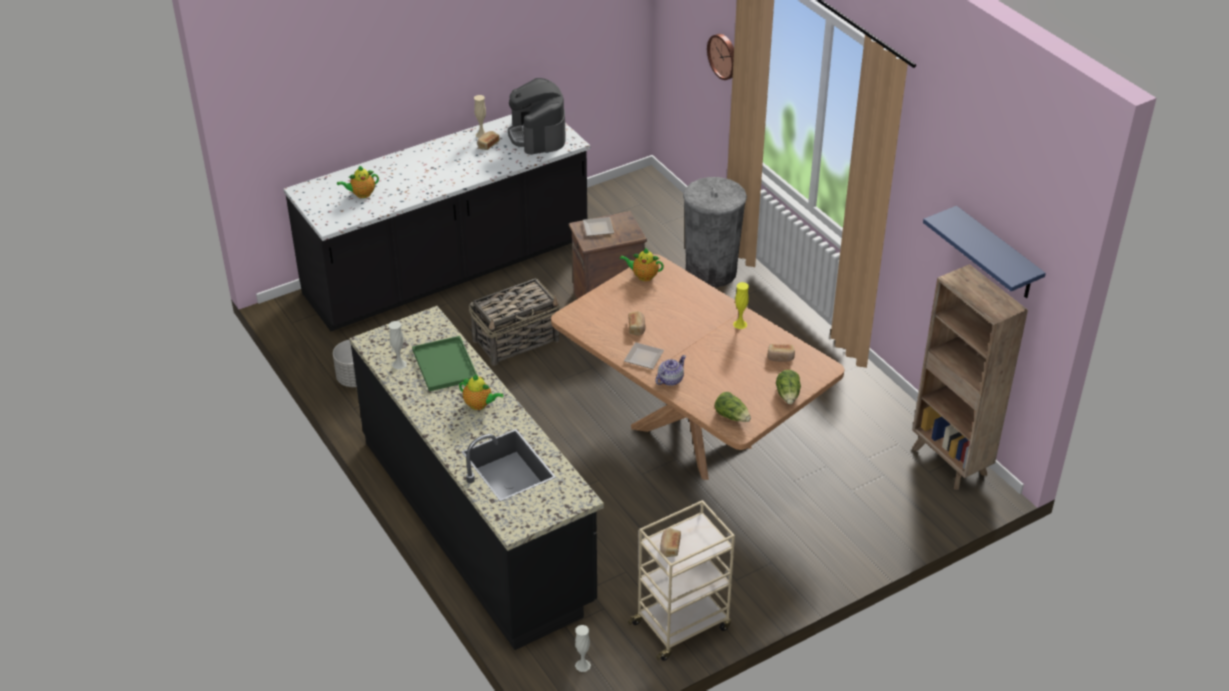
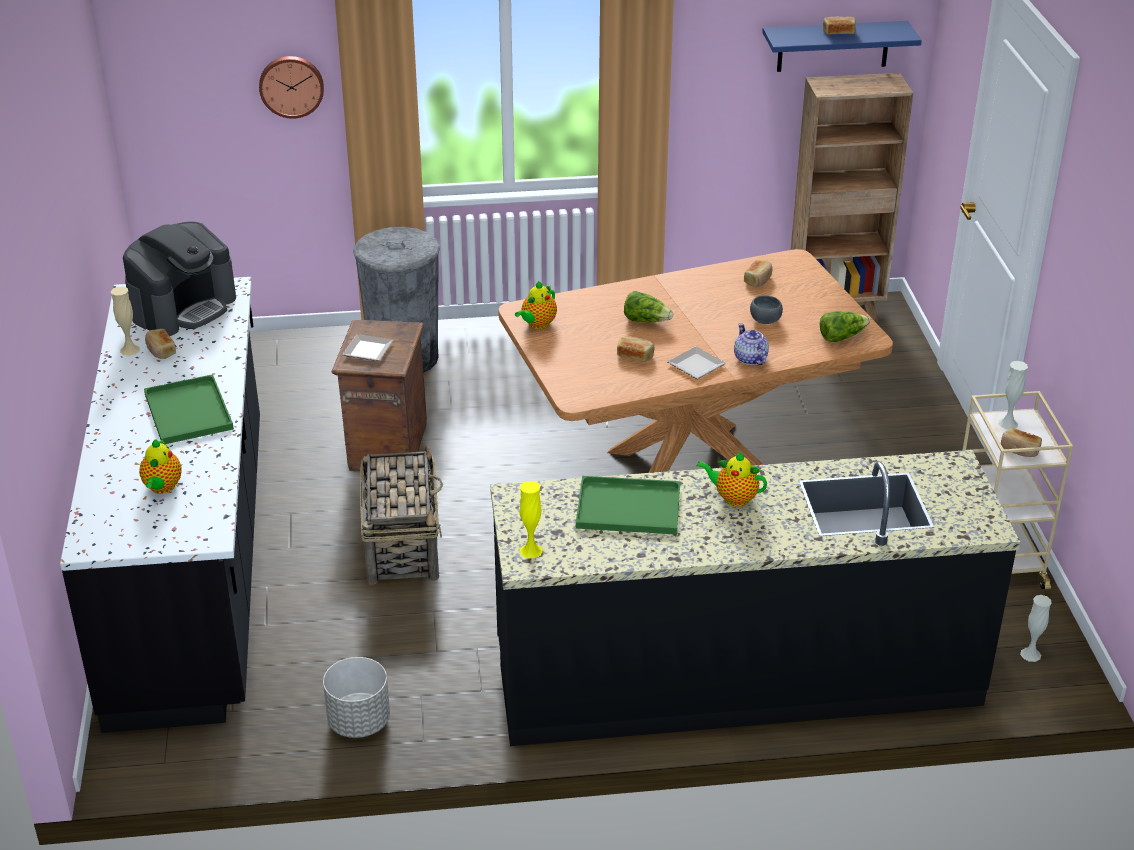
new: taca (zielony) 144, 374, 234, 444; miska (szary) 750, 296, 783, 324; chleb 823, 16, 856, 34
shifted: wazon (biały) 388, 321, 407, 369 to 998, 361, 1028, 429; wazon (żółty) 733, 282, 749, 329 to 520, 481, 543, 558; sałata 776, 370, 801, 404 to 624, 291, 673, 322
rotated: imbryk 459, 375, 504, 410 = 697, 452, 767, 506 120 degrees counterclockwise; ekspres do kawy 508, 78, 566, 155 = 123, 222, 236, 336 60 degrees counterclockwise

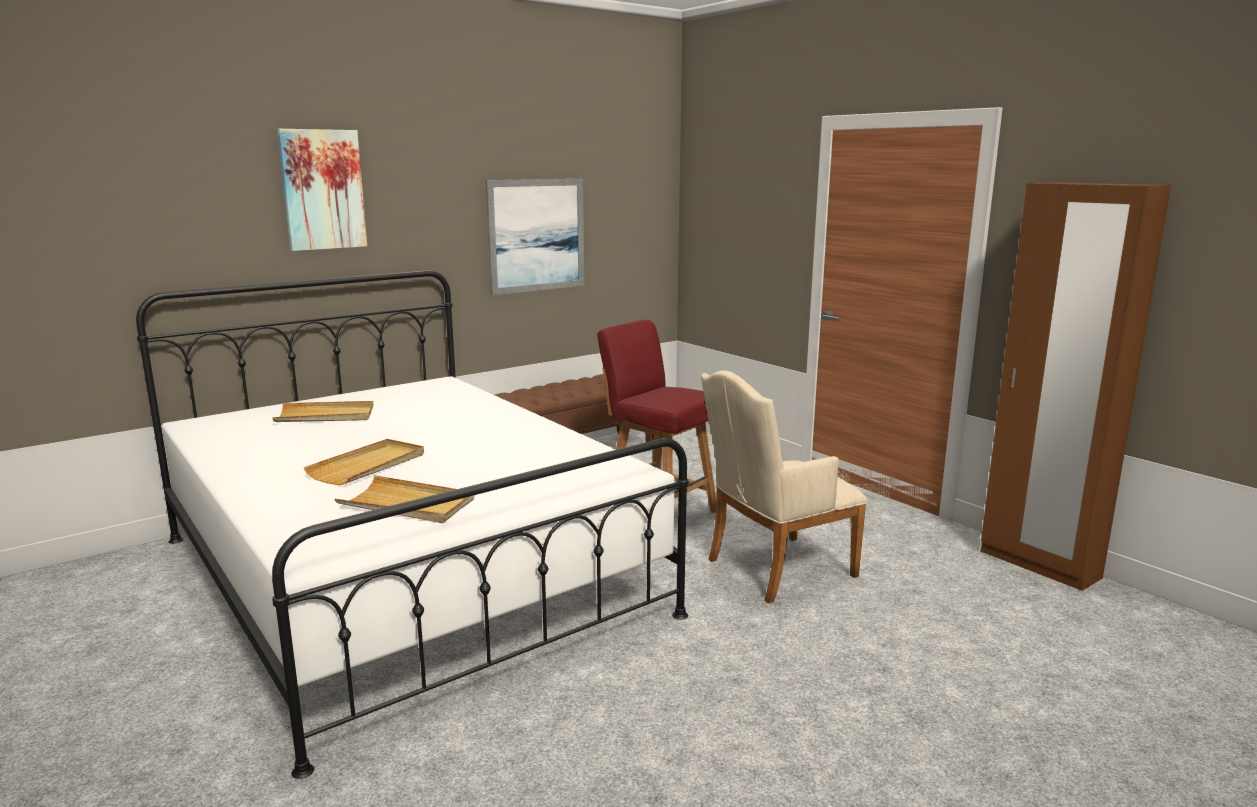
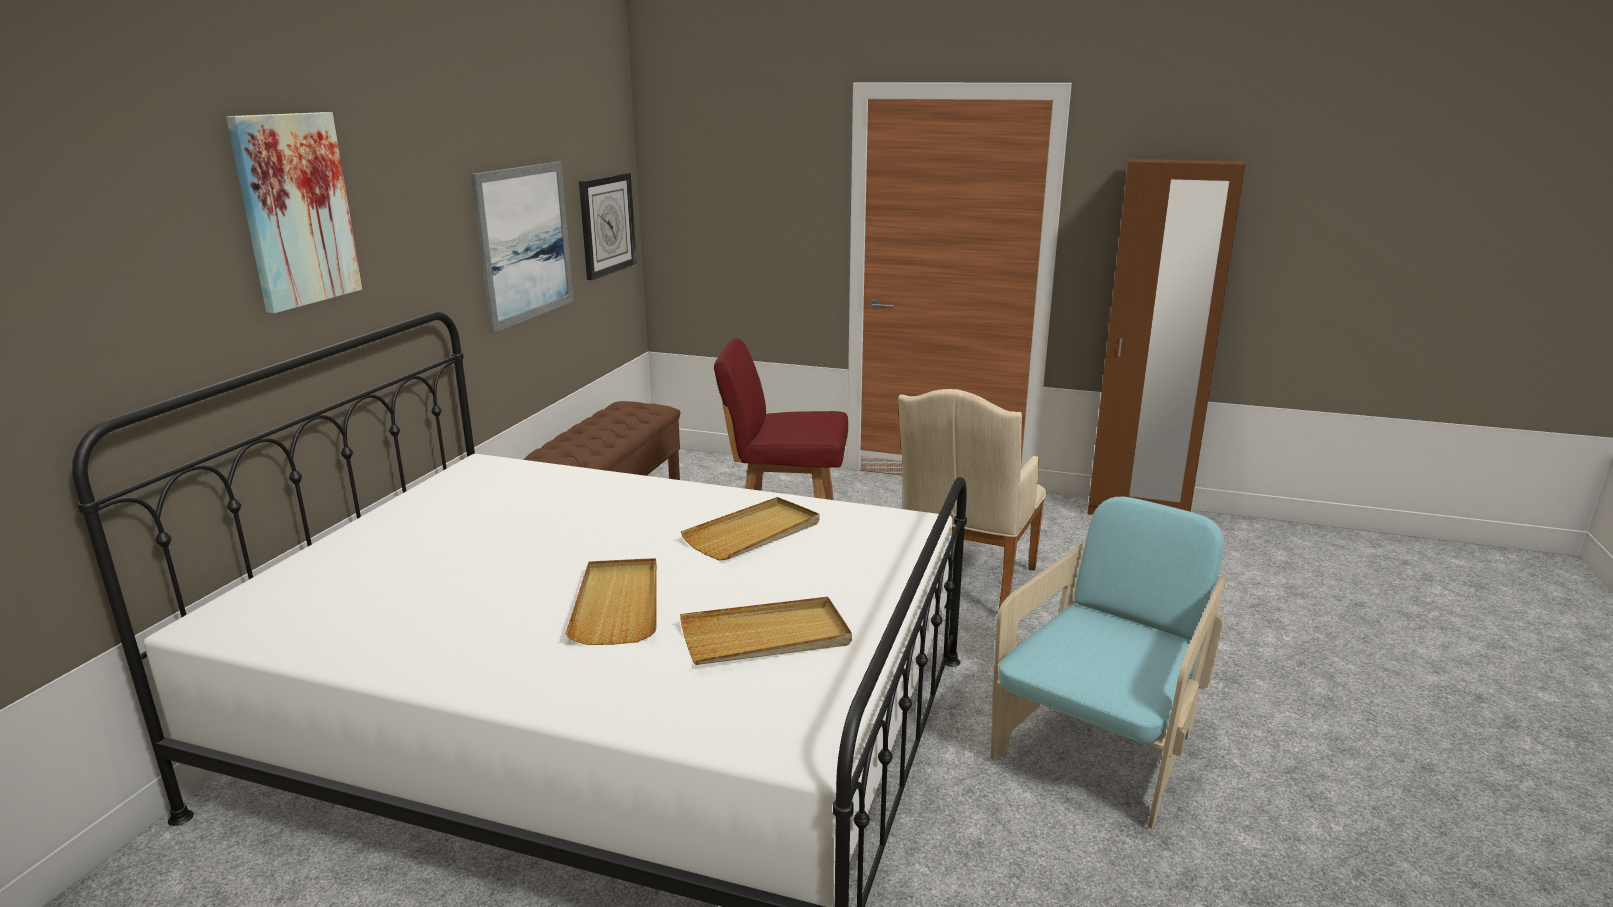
new: zegar ścienny 579, 173, 636, 280; fotel (turkusowy) 990, 497, 1225, 829
shifted: taca (beżowy) 272, 401, 373, 422 to 681, 497, 819, 561

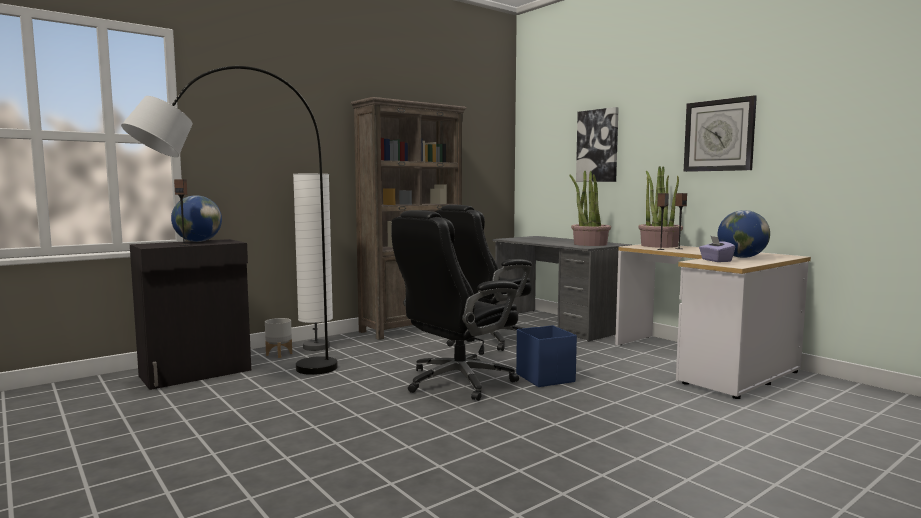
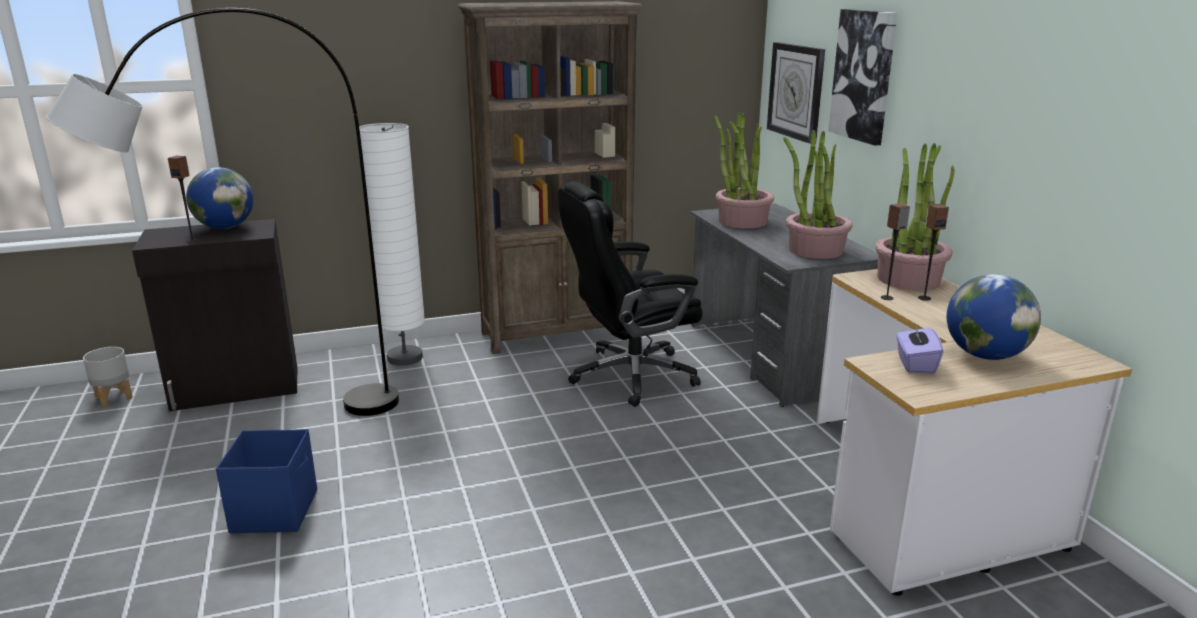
gone: krzesło biurowe (czarny) 391, 210, 519, 401
new: roślina doniczkowa 714, 112, 774, 229
shifted: donica (szary) 265, 318, 292, 358 to 83, 347, 133, 407; pojemnik do przechowywania (niebieski) 516, 325, 577, 387 to 216, 429, 317, 533; zegar ścienny 684, 95, 757, 172 to 767, 42, 825, 144

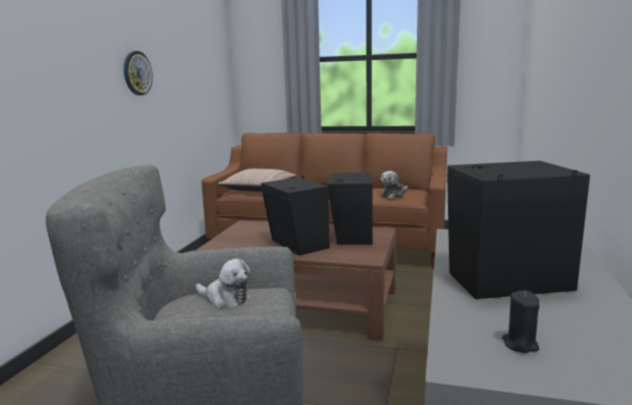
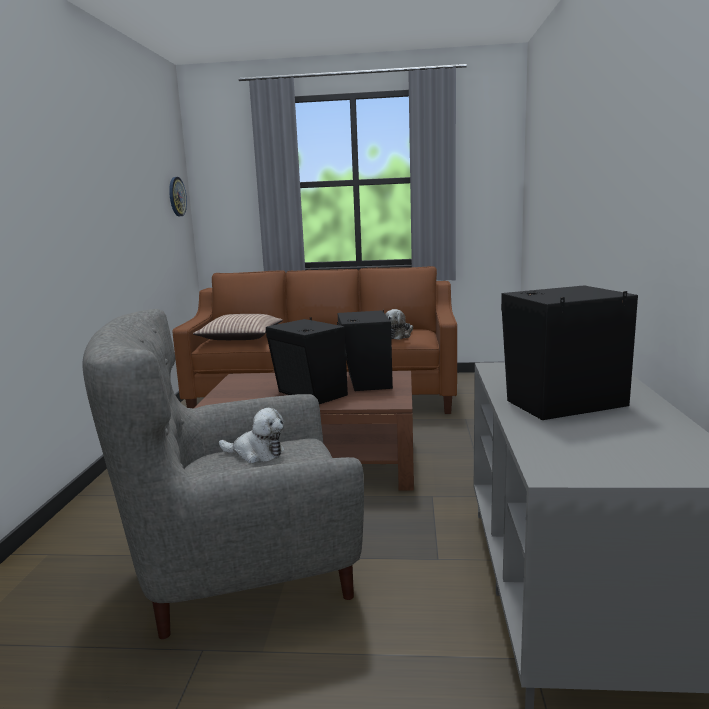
gone: świeca (czarny) 502, 290, 540, 353
shifted: zegar ścienny 124, 51, 153, 95 to 169, 177, 187, 216

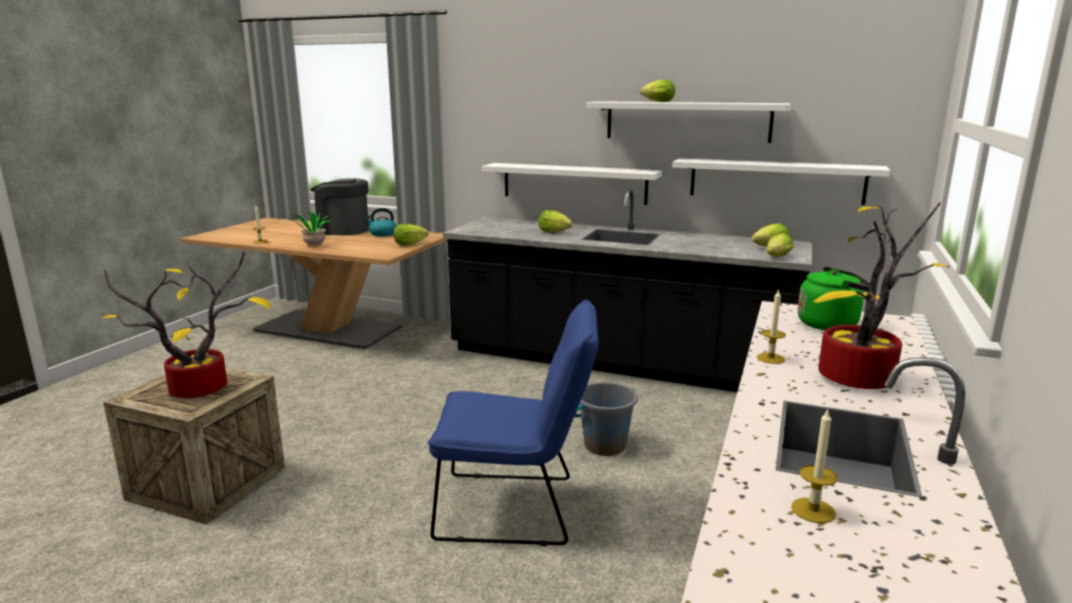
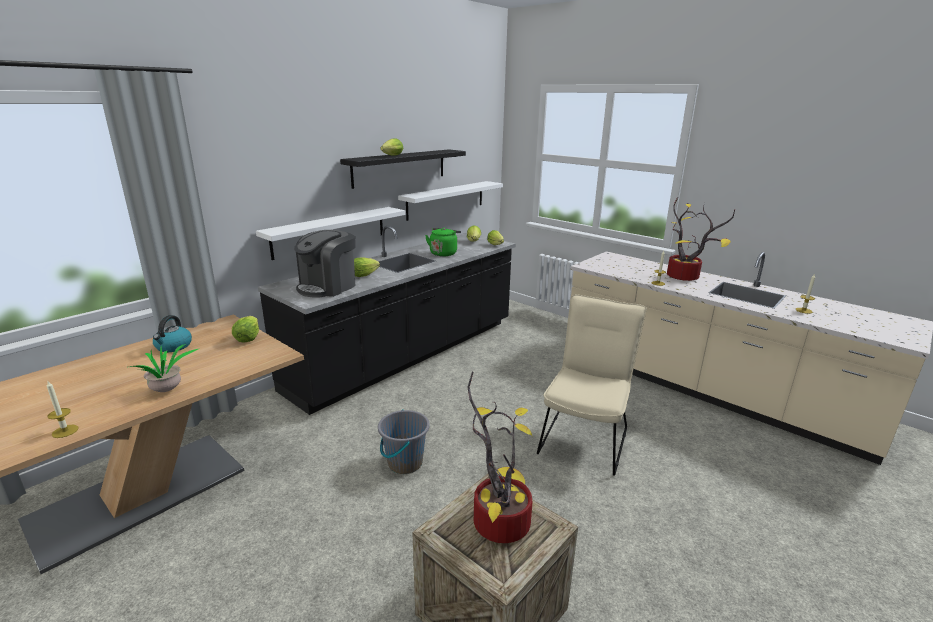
shifted: ekspres do kawy 310, 178, 369, 235 to 294, 230, 356, 298; wiadro (szary) 574, 382, 638, 456 to 378, 409, 430, 474; czajnik (zielony) 798, 267, 870, 330 to 425, 228, 461, 256
repainted: krzesło (niebieski) 428, 300, 599, 546 to krzesło (beżowy) 537, 294, 647, 476; półka (biały) 586, 101, 790, 143 to półka (czarny) 340, 149, 466, 189

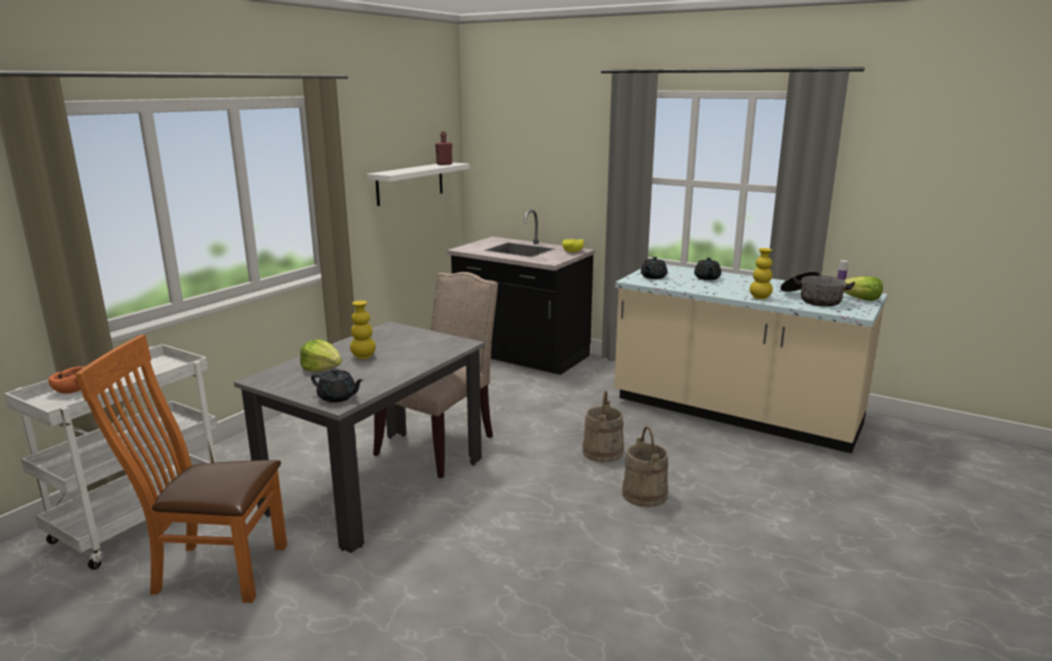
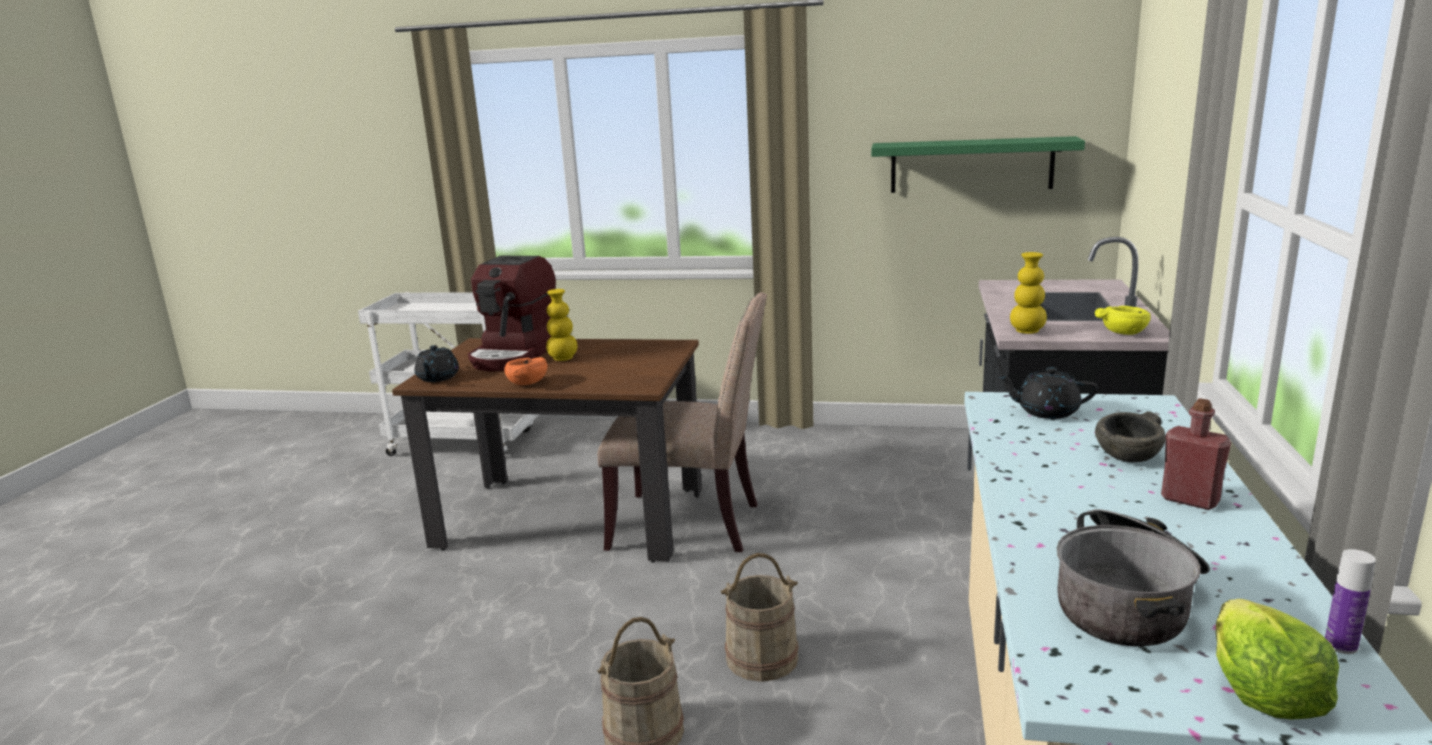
gone: krzesło (pomarańczowy) 75, 335, 287, 603
shifted: miska (pomarańczowy) 48, 366, 84, 394 to 504, 357, 548, 385; butelka (czerwony) 435, 131, 452, 165 to 1161, 398, 1231, 510; wazon (żółty) 750, 248, 773, 299 to 1010, 252, 1047, 334
swapped: sałata 300, 339, 342, 372 to ekspres do kawy 468, 256, 556, 371; imbryk (czarny) 694, 258, 721, 280 to miska (szary) 1095, 411, 1166, 463
repainted: stół jadalny (szary) 234, 321, 485, 553 to stół jadalny (brązowy) 392, 338, 702, 563; półka (biały) 366, 163, 470, 206 to półka (zielony) 871, 136, 1085, 193

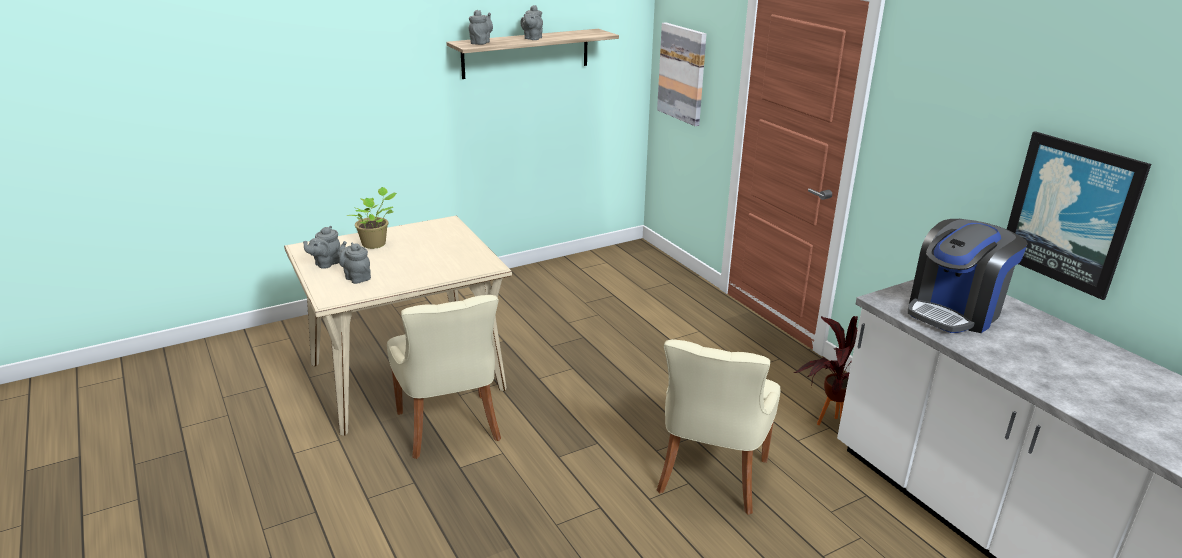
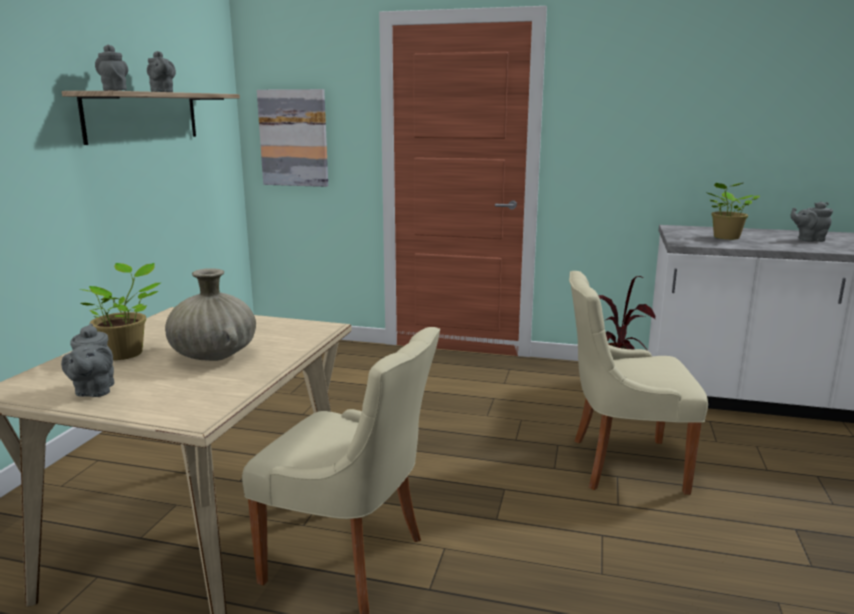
gone: obraz 1007, 131, 1151, 300
new: wazon (beżowy) 165, 268, 256, 361
shifted: imbryk (szary) 339, 241, 371, 284 to 790, 202, 833, 242
swapped: ekspres do kawy 908, 219, 1028, 333 to roślina doniczkowa 707, 183, 760, 240
rotated: krzesło (beżowy) 657, 339, 781, 515 = 569, 271, 708, 495 120 degrees clockwise

